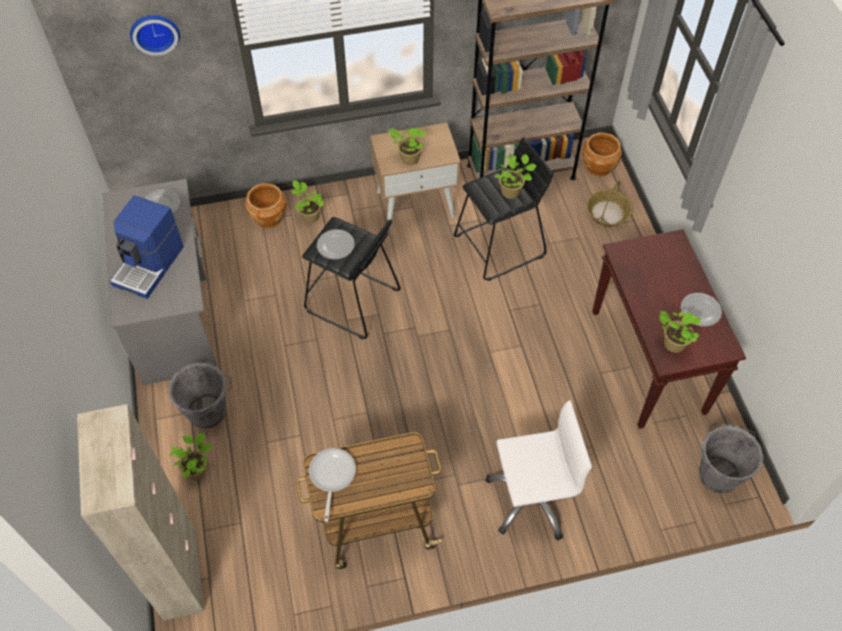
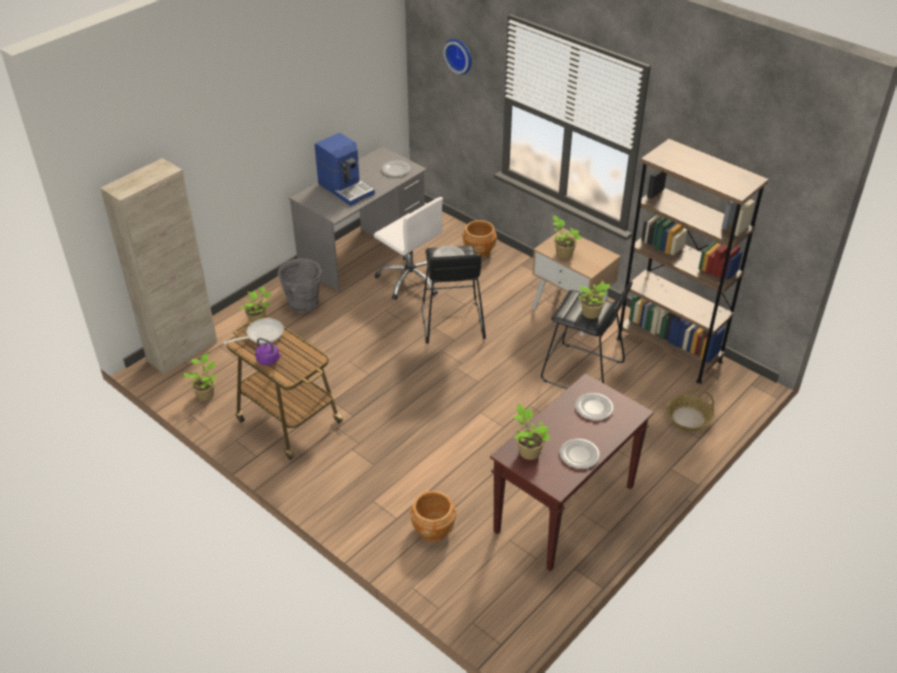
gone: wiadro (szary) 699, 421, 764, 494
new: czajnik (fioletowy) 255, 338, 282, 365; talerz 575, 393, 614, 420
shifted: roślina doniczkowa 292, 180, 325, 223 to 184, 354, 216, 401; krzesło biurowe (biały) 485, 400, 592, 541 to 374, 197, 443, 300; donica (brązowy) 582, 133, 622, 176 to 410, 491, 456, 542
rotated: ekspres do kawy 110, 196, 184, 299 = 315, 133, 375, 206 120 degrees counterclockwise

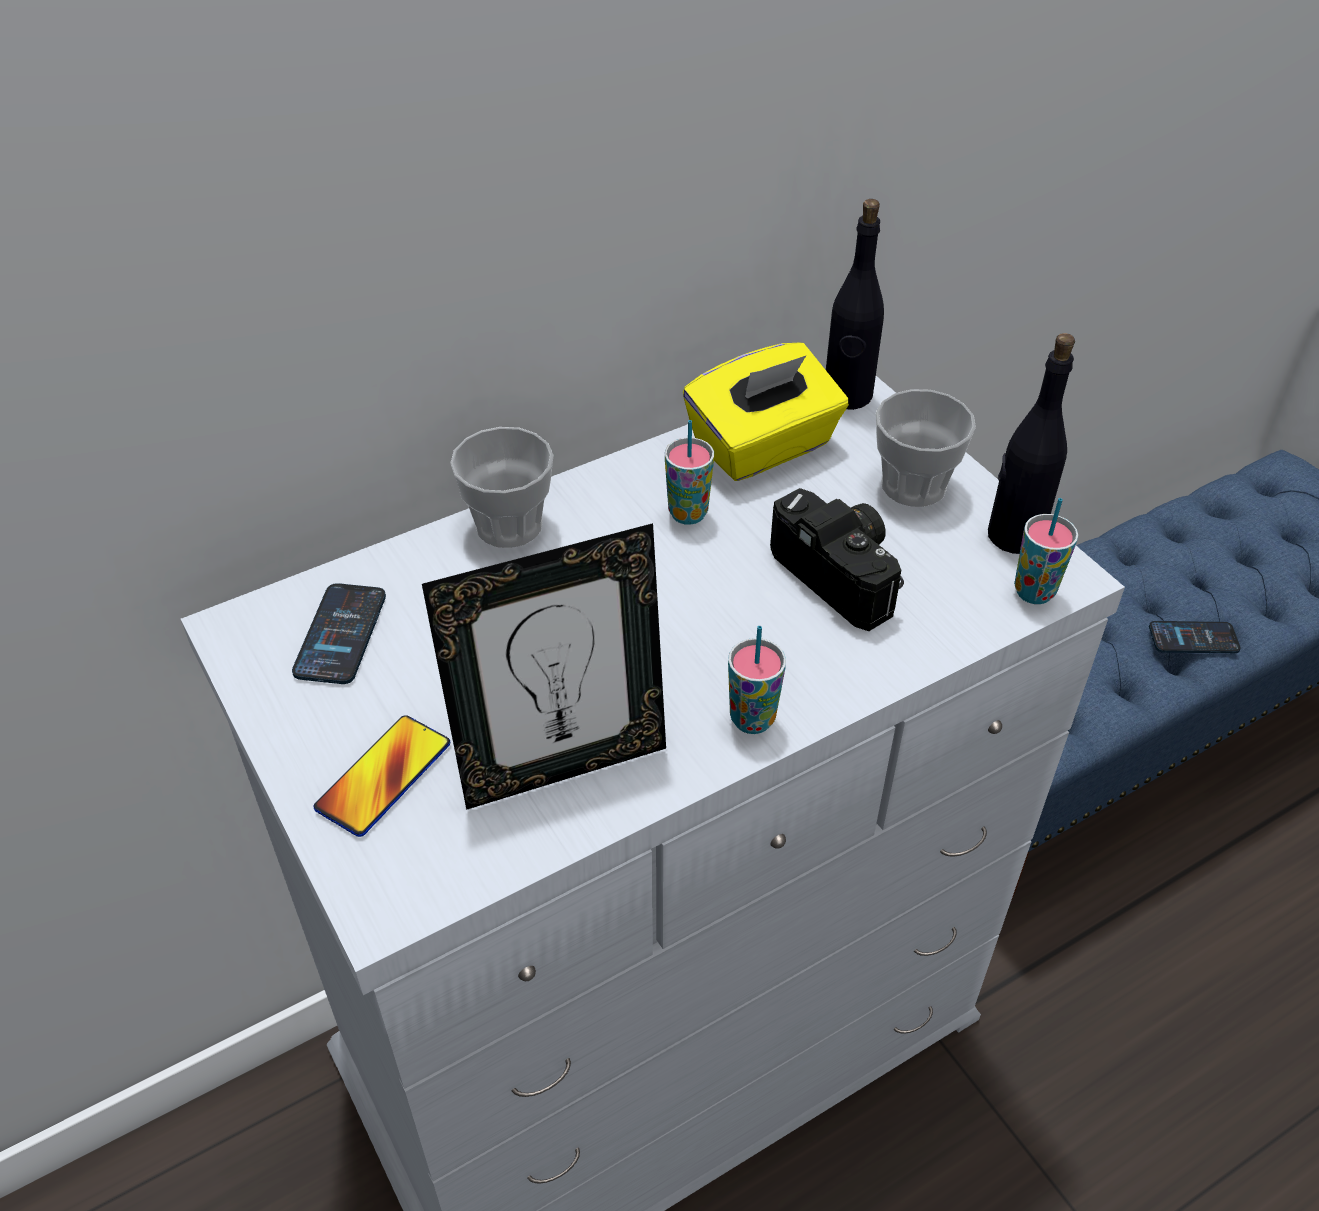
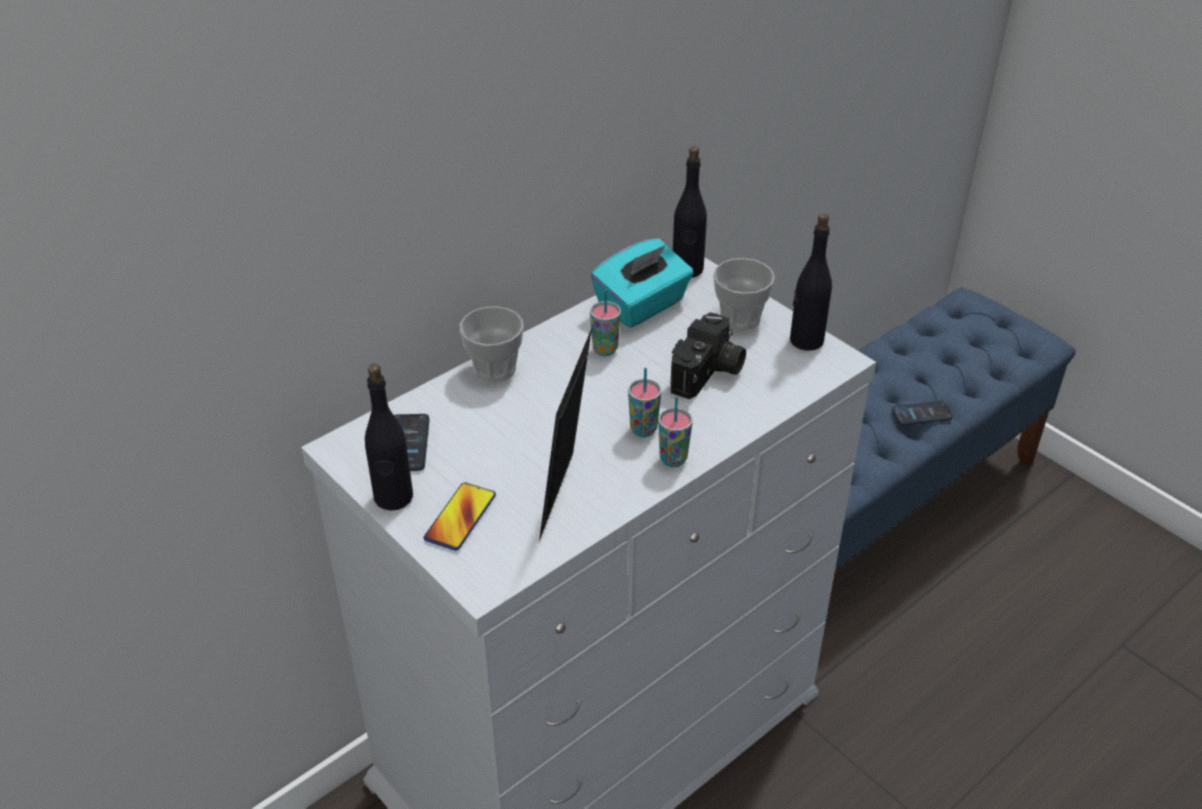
new: butelka (czarny) 365, 364, 413, 510
shifted: filiżanka 1014, 498, 1078, 604 to 628, 368, 662, 437
repainted: pudełko chusteczek (żółty) 683, 343, 849, 481 to pudełko chusteczek (turkusowy) 591, 238, 694, 328
rotated: ramka na zdjęcie 422, 523, 666, 810 = 539, 328, 592, 541 135 degrees clockwise; aparat fotograficzny 770, 488, 904, 631 = 670, 312, 746, 399 75 degrees clockwise

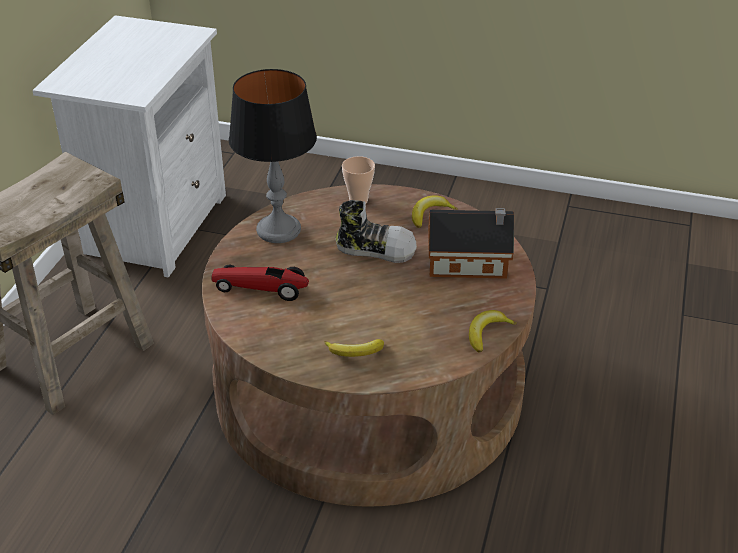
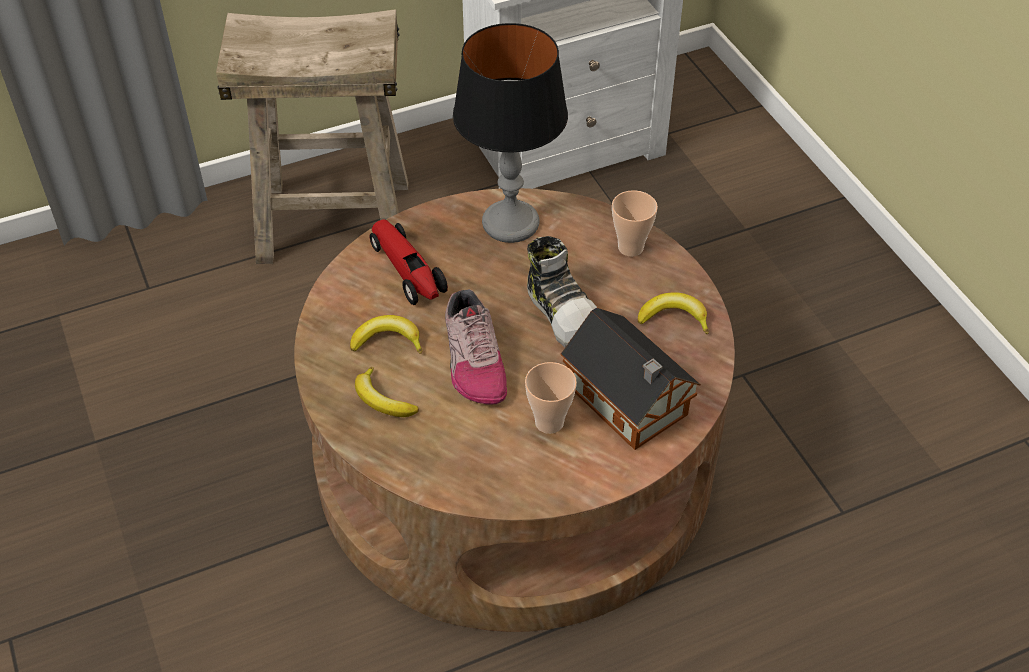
new: but 445, 289, 507, 405; filiżanka 525, 362, 577, 434
shifted: banan 469, 310, 517, 353 to 350, 315, 422, 354

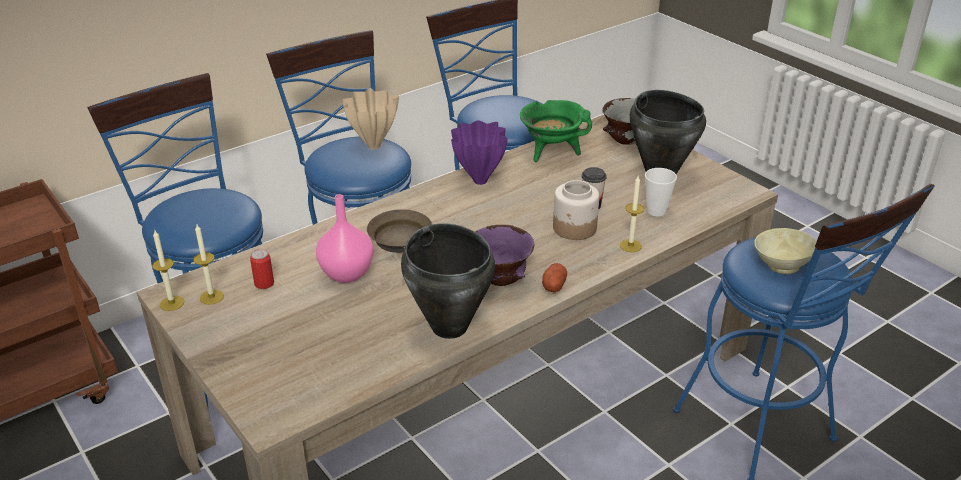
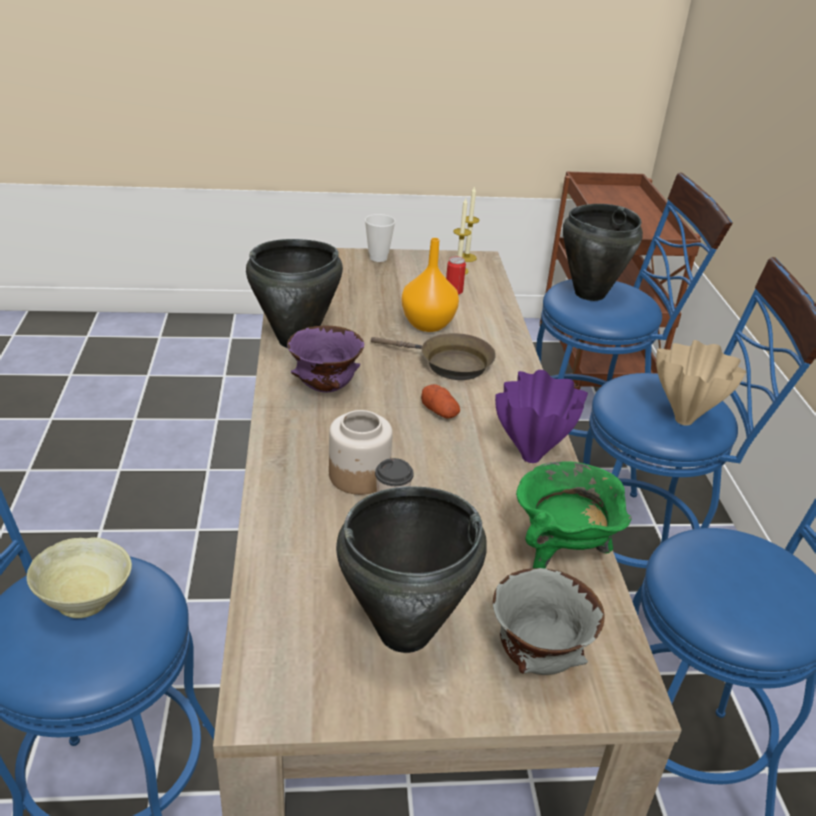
gone: świeca 620, 176, 644, 252
new: garnek (czarny) 563, 204, 643, 301
shifted: ziemniak 542, 263, 567, 292 to 421, 384, 460, 419; filiżanka 645, 168, 677, 216 to 365, 214, 396, 262
repainted: wazon (różowy) 316, 194, 373, 283 to wazon (pomarańczowy) 401, 238, 459, 332

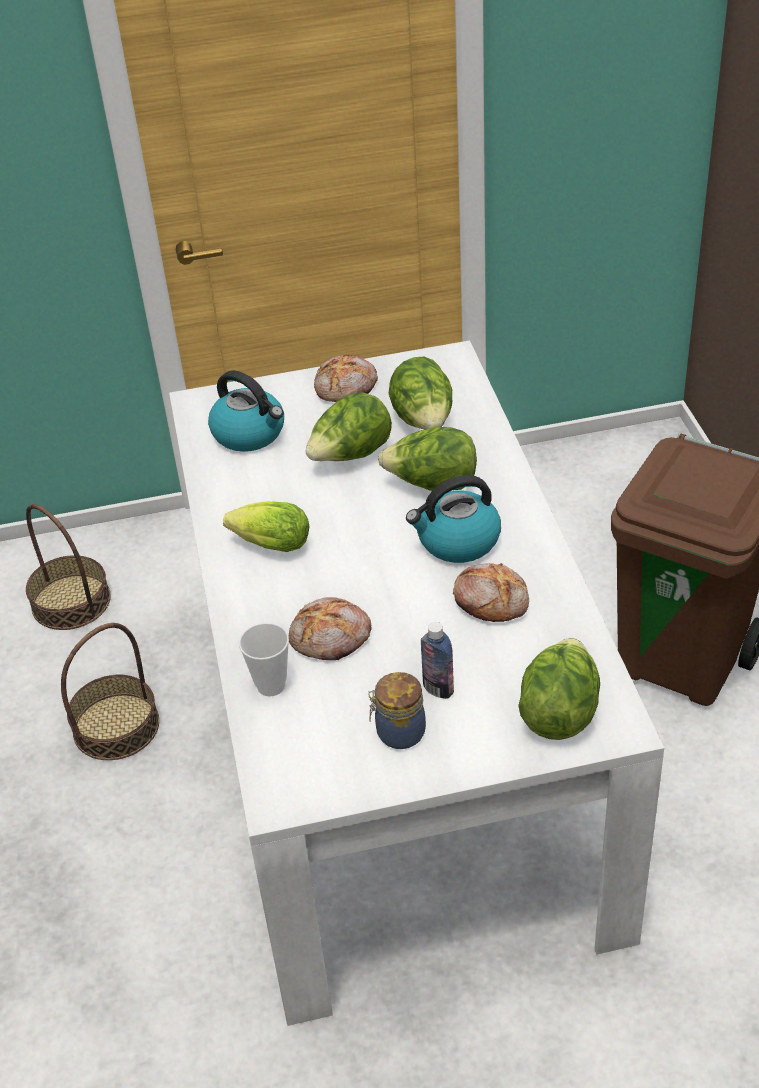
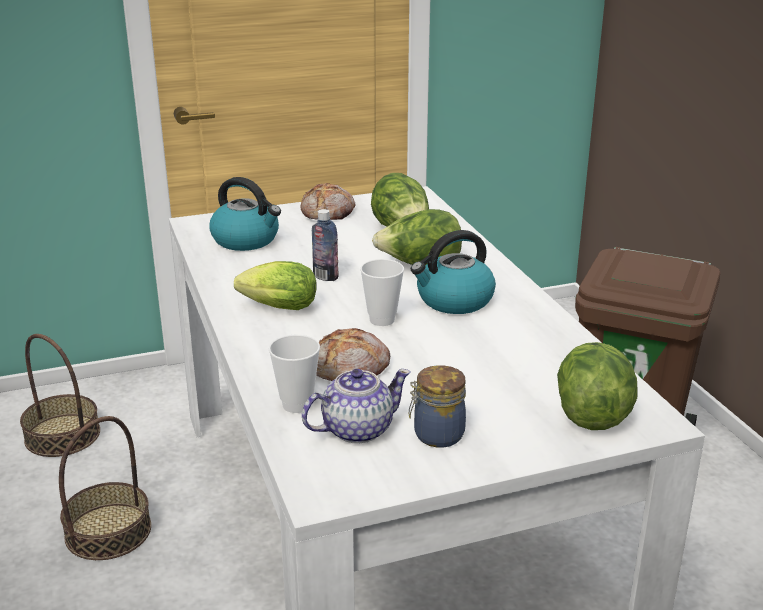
gone: sałata 305, 392, 392, 461; chleb 453, 563, 529, 622
new: imbryk 302, 369, 411, 443; filiżanka 360, 259, 404, 326
shifted: butelka 421, 622, 454, 699 to 312, 209, 338, 281

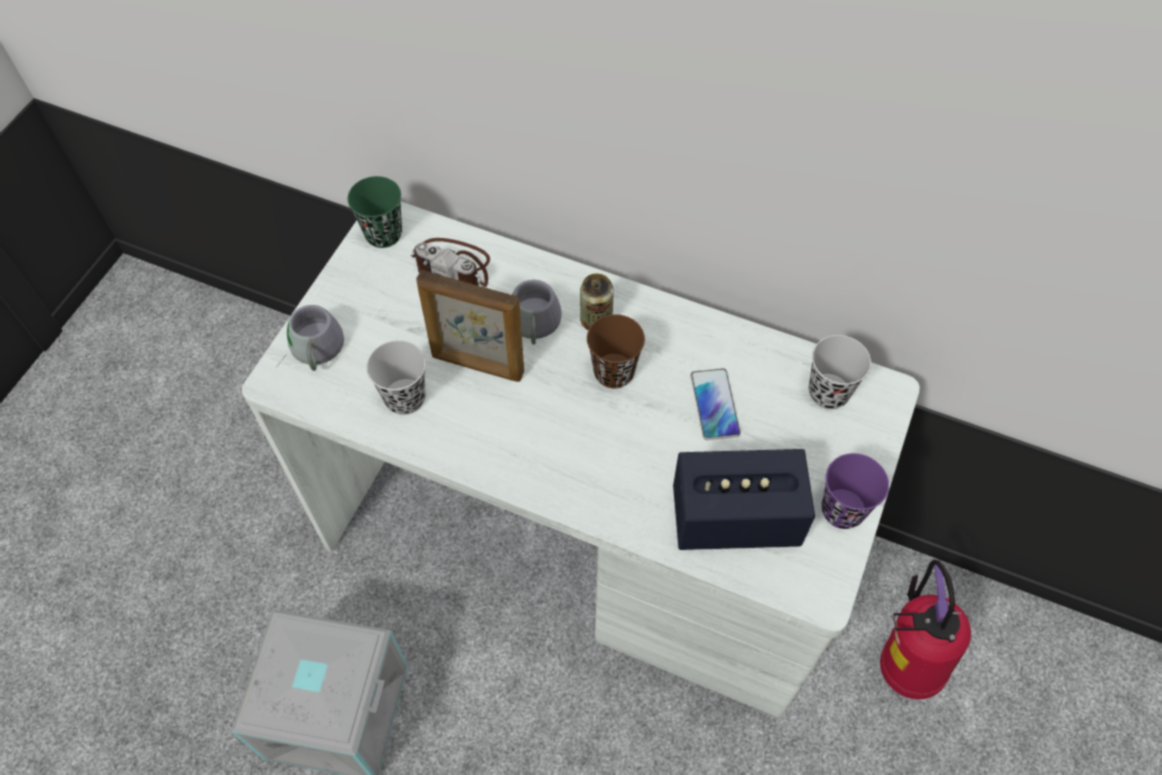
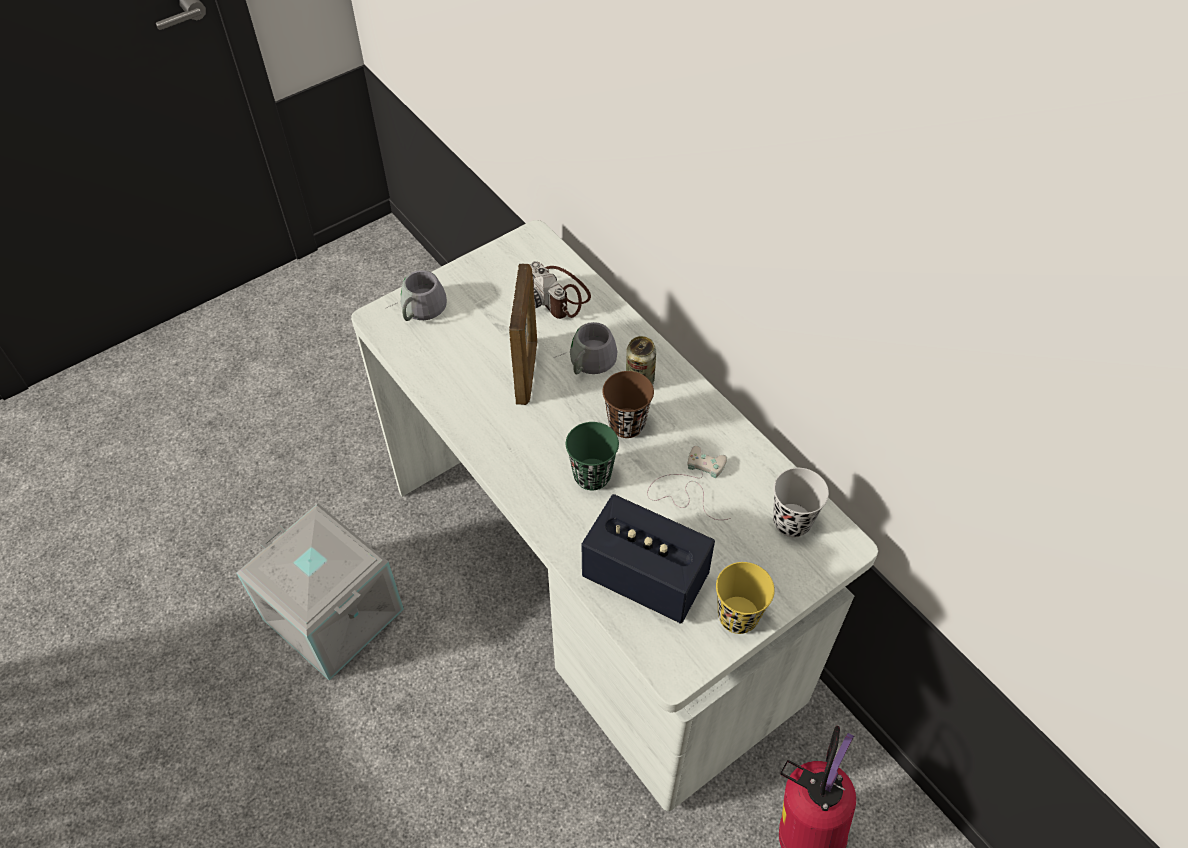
gone: filiżanka (czarny) 366, 340, 426, 415
shifted: filiżanka (zielony) 348, 176, 402, 248 to 566, 422, 619, 490
swapped: telefon 690, 368, 741, 440 to pad do gier (biały) 647, 446, 731, 520
repainted: filiżanka (fioletowy) 821, 453, 889, 529 to filiżanka (żółty) 716, 562, 775, 634
rotated: ramka na zdjęcie 416, 270, 524, 382 = 509, 264, 537, 405 135 degrees counterclockwise

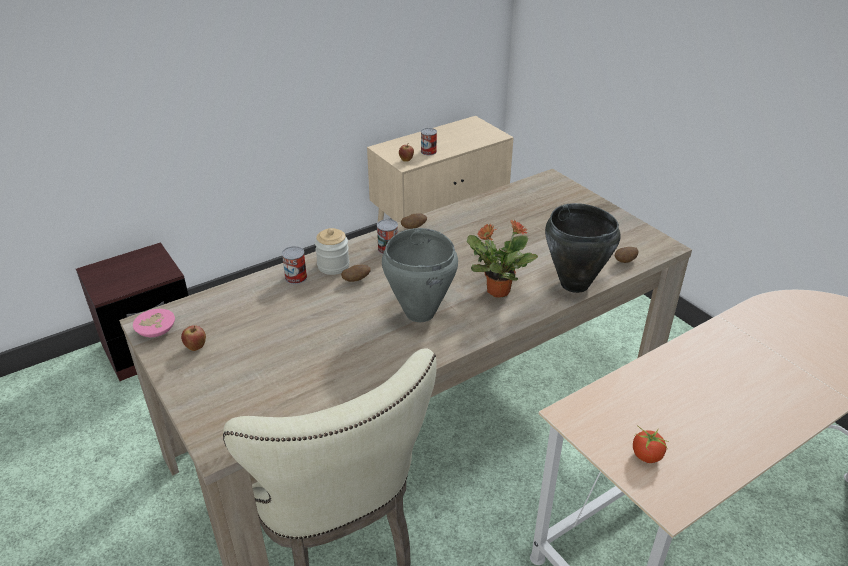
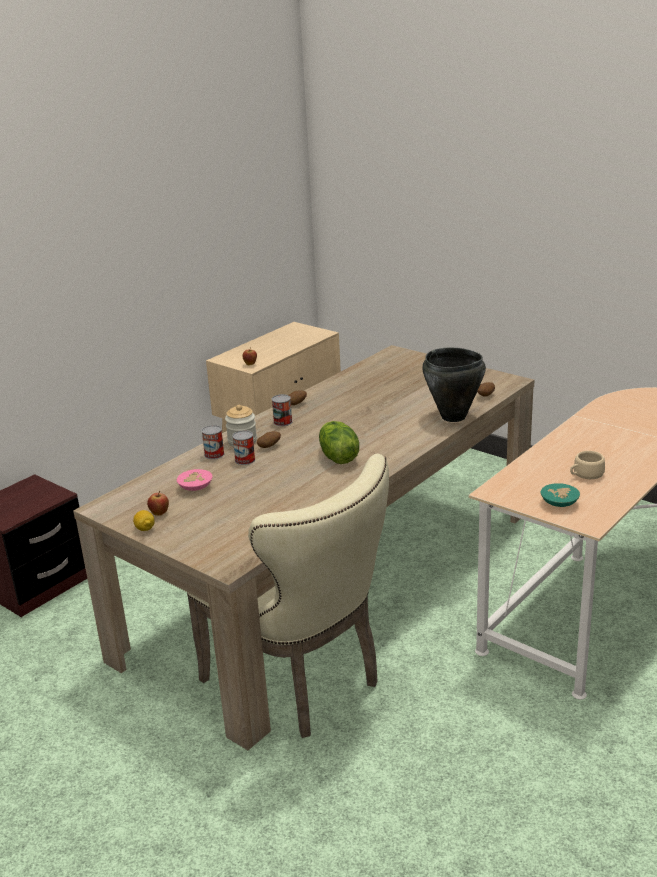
gone: roślina doniczkowa 467, 220, 538, 297
new: cytryna 133, 510, 155, 531; filiżanka (beżowy) 570, 451, 605, 479
shifted: miska (różowy) 133, 309, 175, 337 to 177, 469, 212, 491; puszka 421, 128, 437, 155 to 232, 430, 255, 465
swapped: garnek (szary) 382, 228, 458, 322 to sałata 319, 421, 359, 464; pomidor 633, 425, 668, 463 to miska (turkusowy) 541, 483, 580, 507

